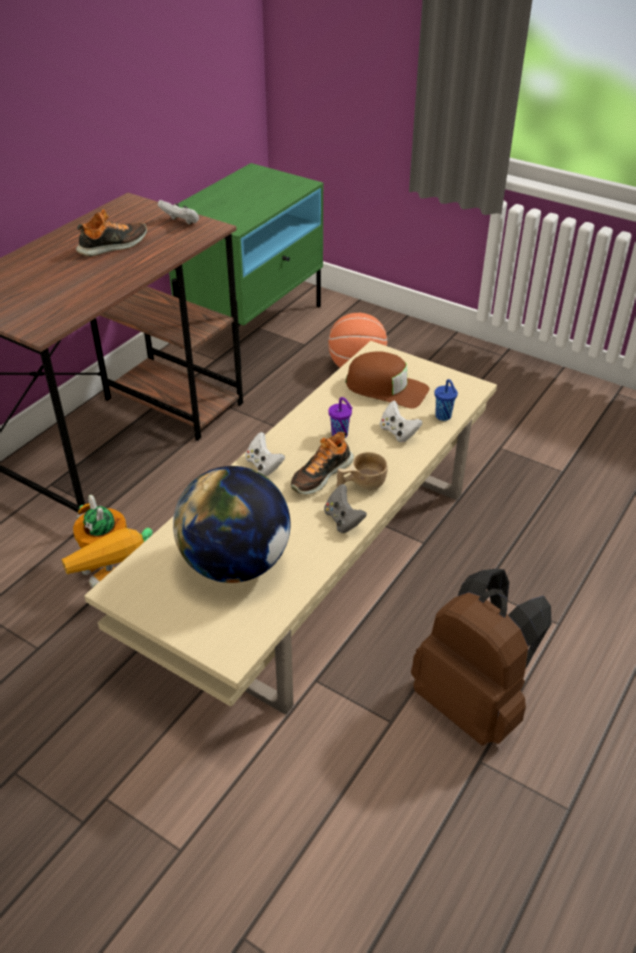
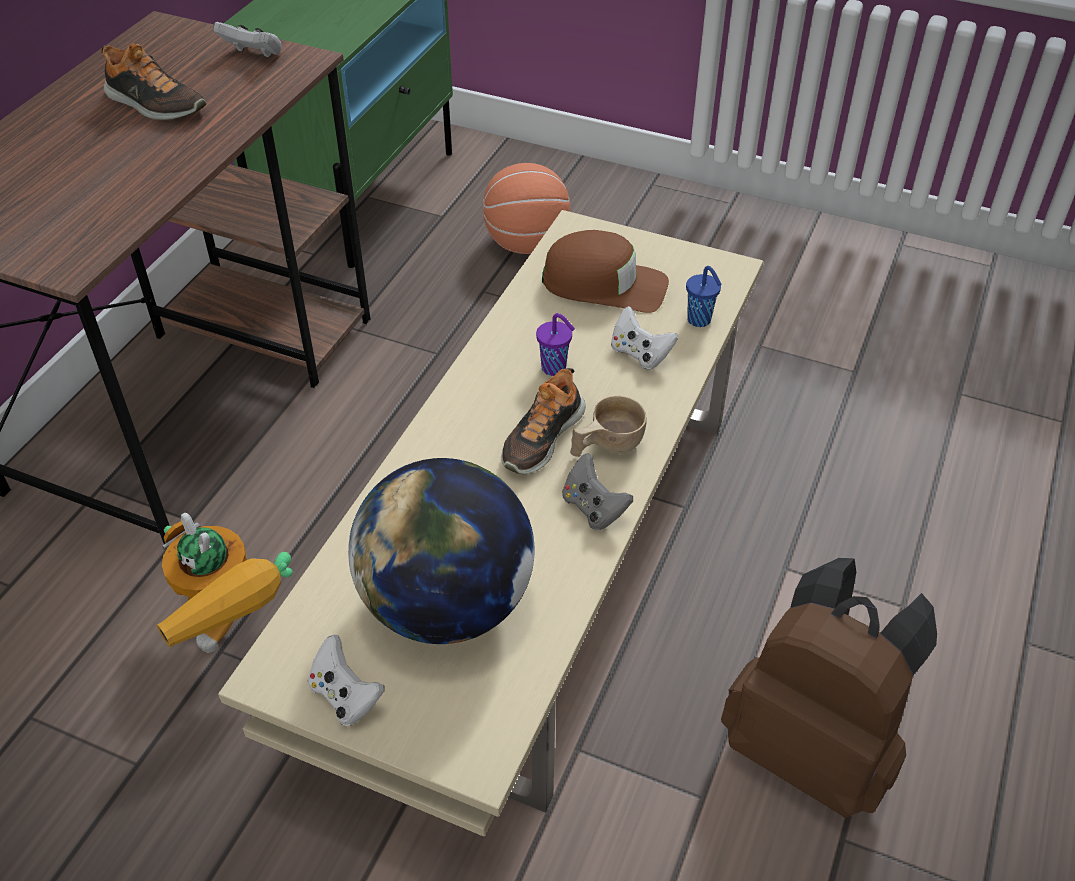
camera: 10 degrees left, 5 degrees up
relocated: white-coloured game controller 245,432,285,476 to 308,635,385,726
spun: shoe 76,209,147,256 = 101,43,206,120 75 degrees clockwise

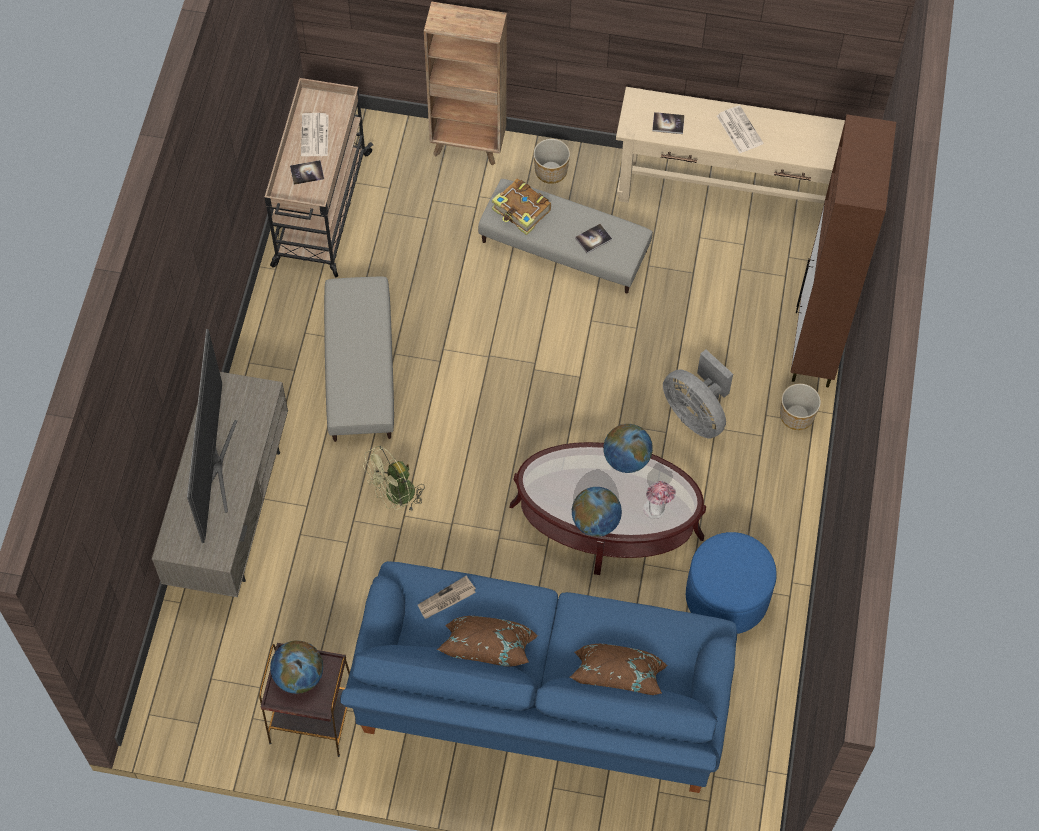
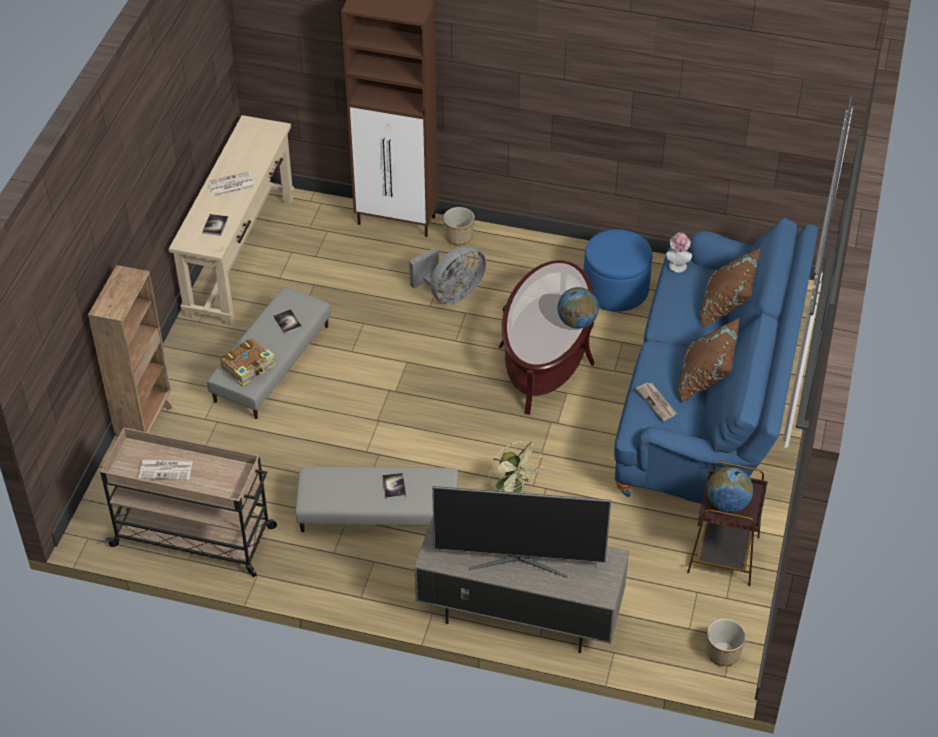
camera: 85 degrees left, 15 degrees down
missing: globe 603,424,653,473
relocated: planter 533,139,570,184 to 706,619,746,666; book 290,160,324,185 to 382,473,406,499; wearable hat 643,481,676,519 to 666,232,692,273

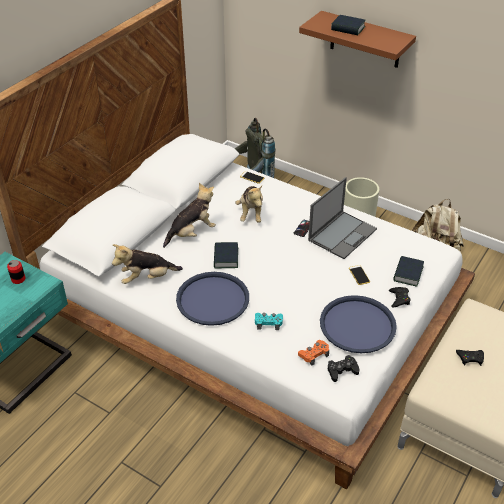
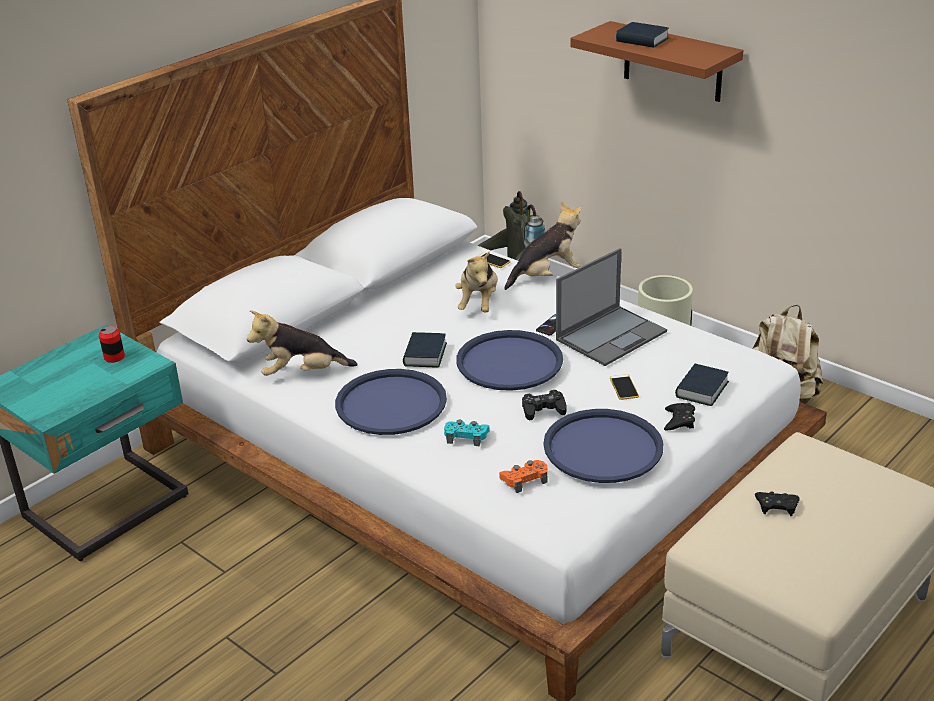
camera: 10 degrees right, 10 degrees down
appeared: bluish carrying tray 456,330,563,391
relocated: cuddly toy 163,183,216,248 to 504,201,582,290; black game controller 328,355,359,382 to 522,390,566,421

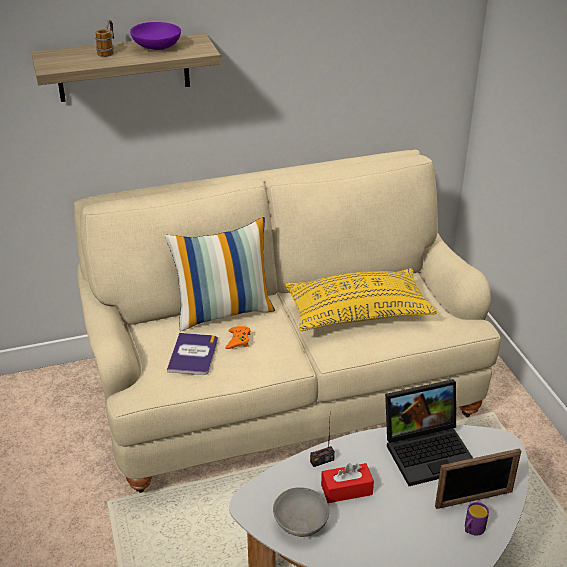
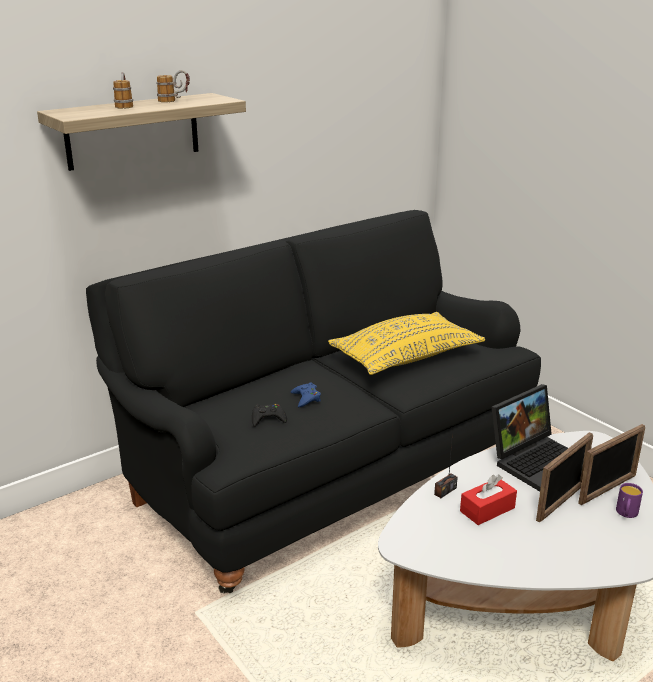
camera: 20 degrees left, 10 degrees down
missing: throw pillow 165,217,275,331; gray deep dish 273,487,329,537
appeared: photo frame 536,432,593,523
exchanged: purple-coloured deep dish 130,22,181,50 to coffee mug 156,70,190,102; book 167,333,218,375 to black game controller 252,403,287,427
colour: beige couch 74,150,501,493 to black couch 86,210,541,593; orange game controller 225,326,251,349 to bluish game controller 291,382,321,407

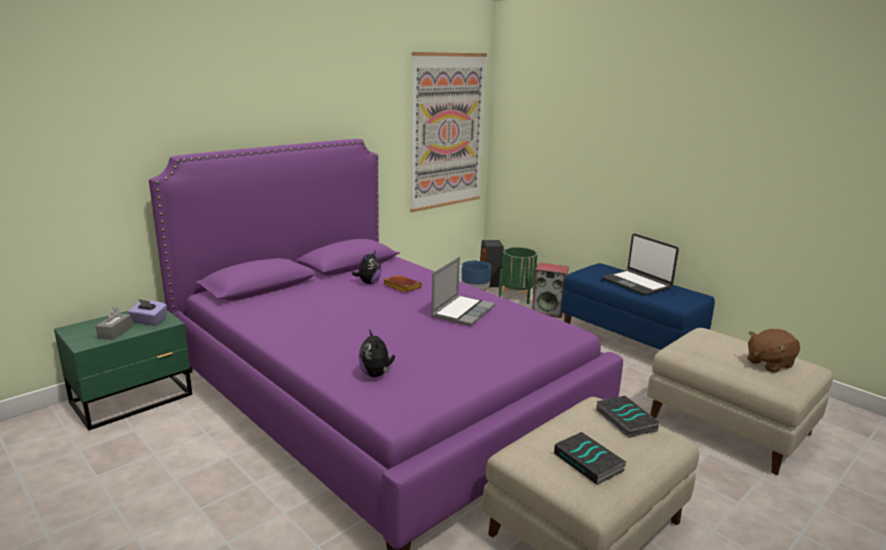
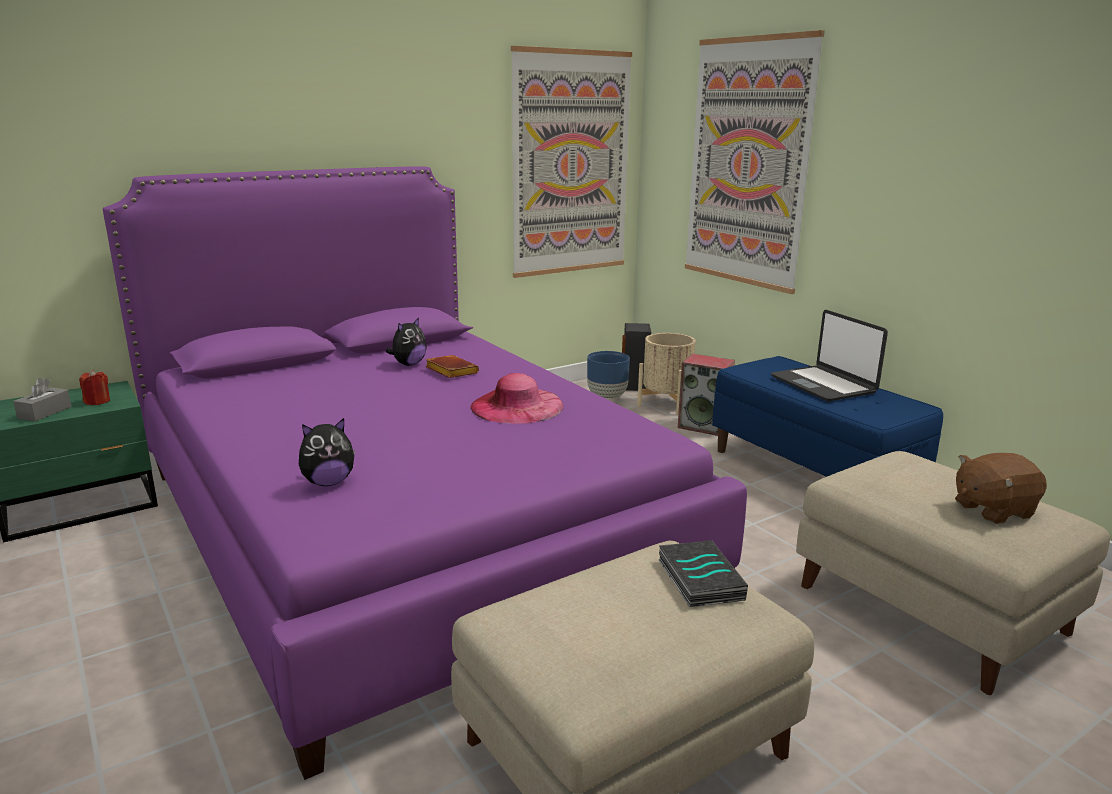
camera: 10 degrees right, 0 degrees up
missing: book 554,432,626,485
appeared: wall picture 685,30,825,294
exchanged: portable computer 431,257,495,326 to pink-coloured wearable hat 471,373,564,424; purple-coloured tissue holder 128,299,167,326 to reddish wax light 79,370,110,405
colour: green planter 499,247,538,304 to beige planter 637,333,696,415
spun: cuddly toy 359,329,395,377 = 299,418,355,486 105 degrees counterclockwise

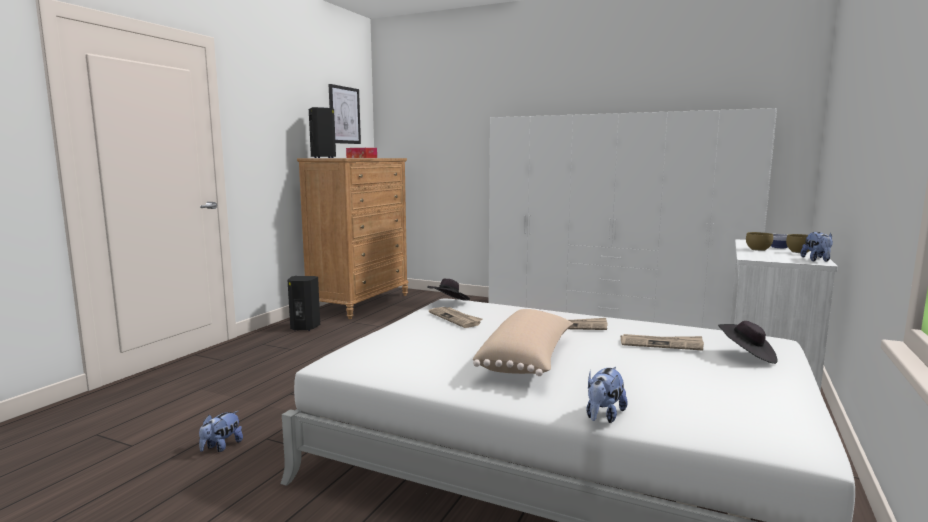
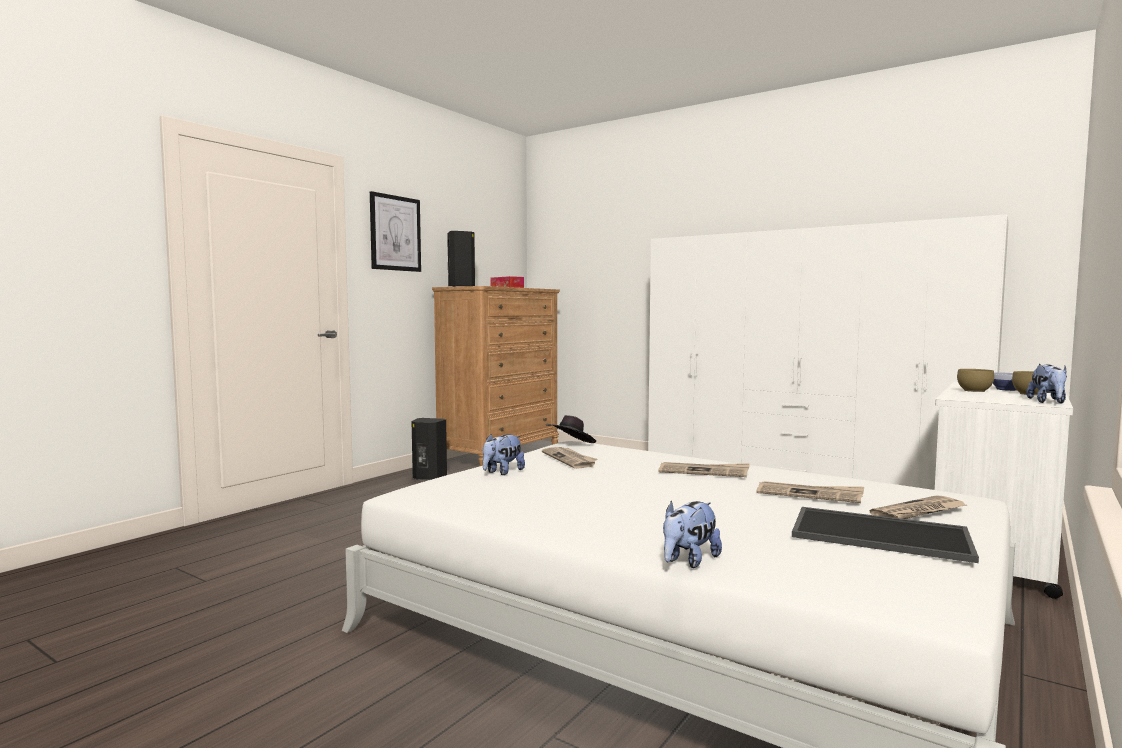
camera: 10 degrees right, 5 degrees down
missing: beige throw pillow 473,309,573,376
appeared: carrying tray 792,507,979,563
relocated: wall picture 329,84,361,144 to 370,191,421,272; cuddly toy 199,411,243,452 to 483,434,525,475
exchanged: black wearable hat 718,321,778,364 to newspaper 870,495,966,519

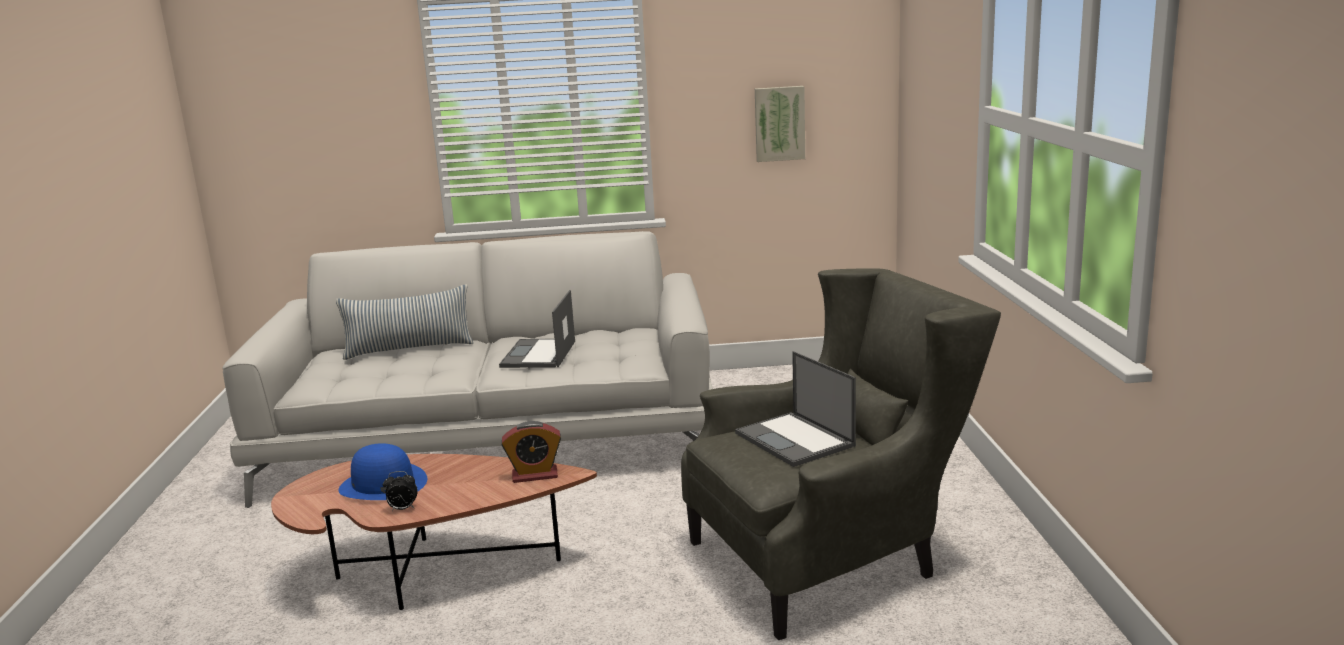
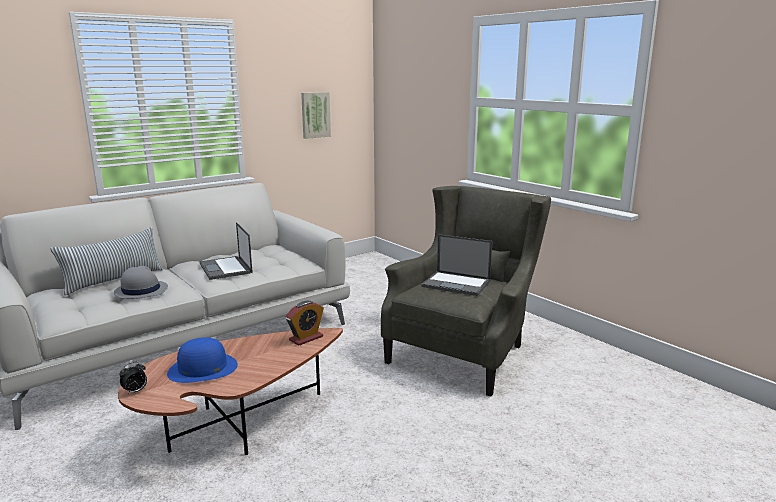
camera: 35 degrees left, 0 degrees up
appeared: gray wearable hat 114,266,168,299
relocated: bedside clock 383,471,418,511 to 119,362,147,394

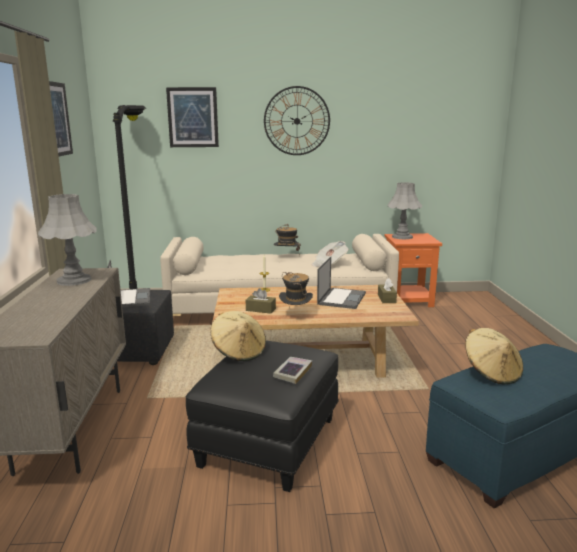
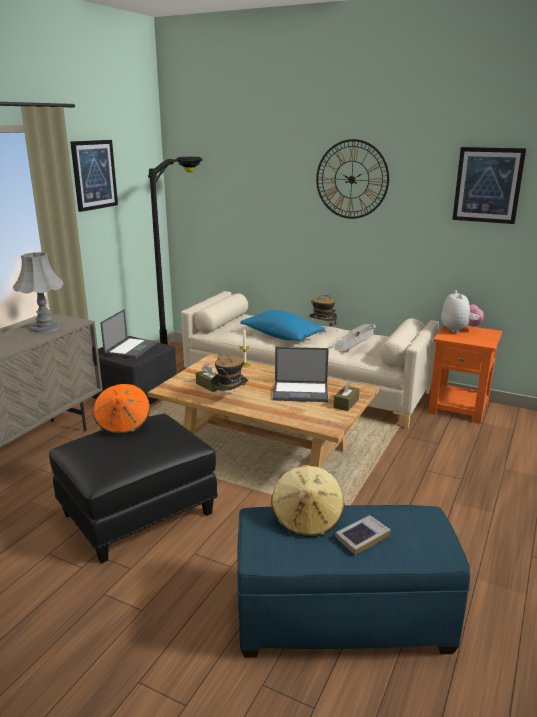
camera: 30 degrees right, 5 degrees up
appeared: bluish throw pillow 240,310,325,341
relocated: wall picture 166,87,219,147 to 452,147,526,224; book 273,357,312,384 to 335,515,391,555
exchanged: gray table lamp 388,182,422,239 to cuddly toy 441,290,484,333
colour: beige wearable hat 210,311,266,361 to orange wearable hat 93,384,150,435
spun: portable computer 317,256,366,309 = 273,347,329,402 45 degrees clockwise

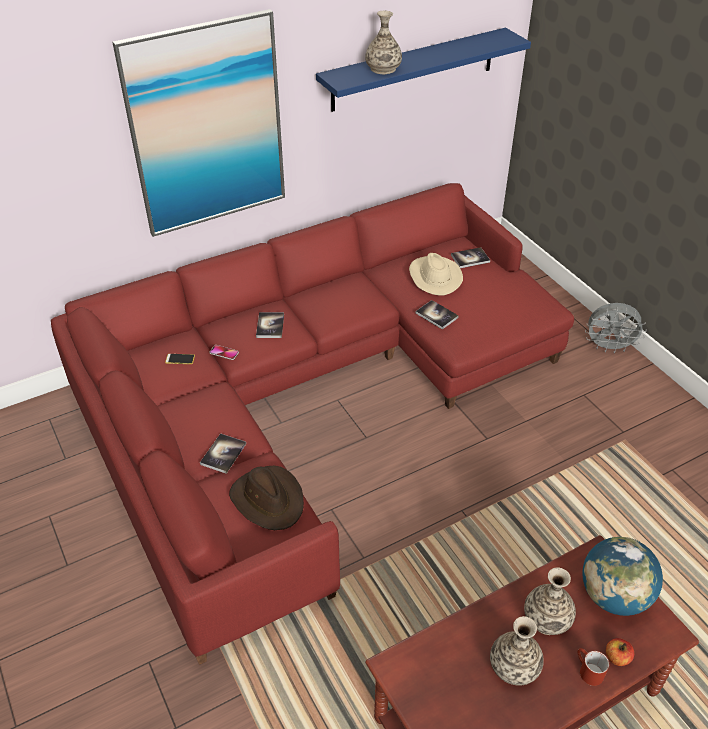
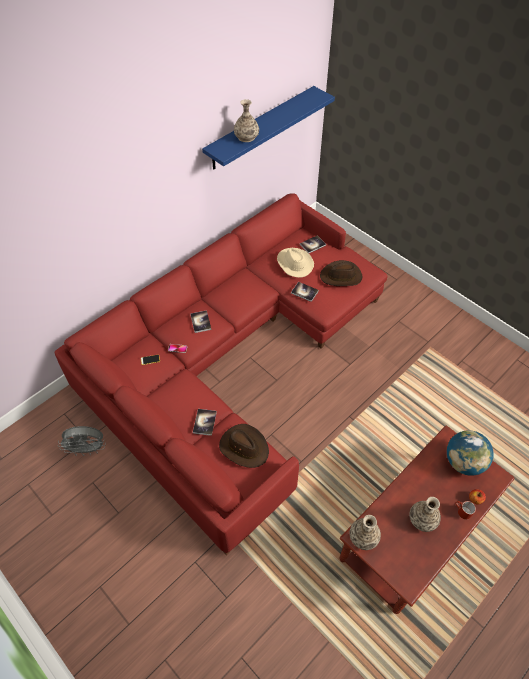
camera: 15 degrees left, 10 degrees up
missing: wall picture 112,9,285,237
appeared: brown wearable hat 320,260,362,286
relocated: gray cooling fan 585,303,647,353 to 58,426,106,456; decorative vase 524,567,576,635 to 349,515,381,550

